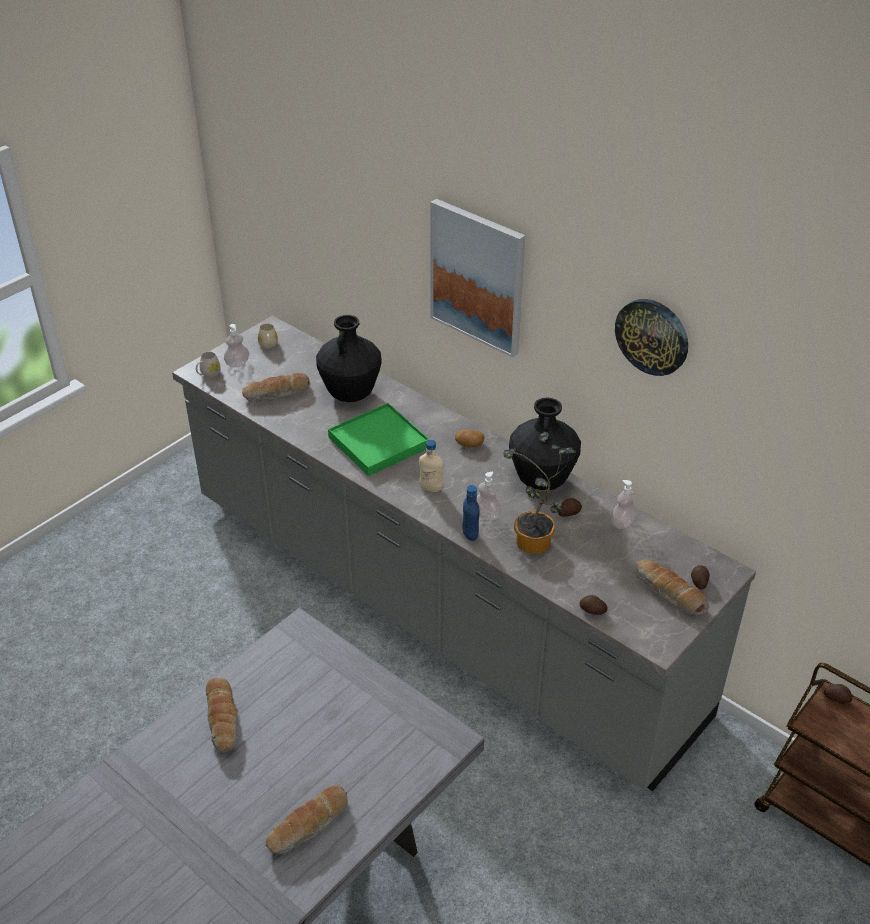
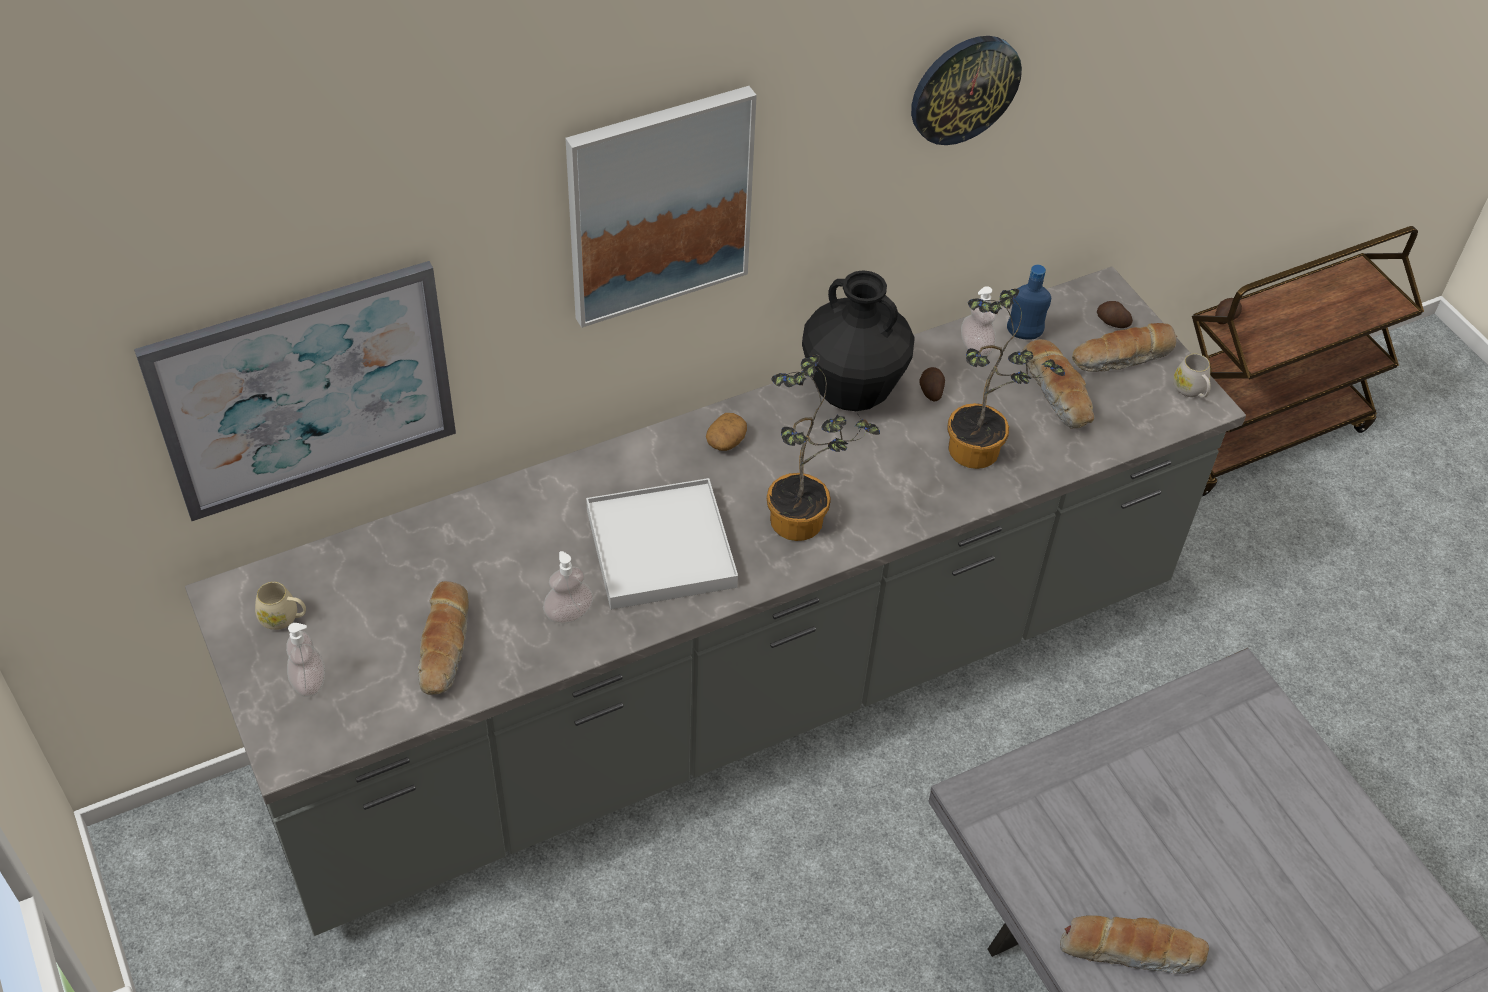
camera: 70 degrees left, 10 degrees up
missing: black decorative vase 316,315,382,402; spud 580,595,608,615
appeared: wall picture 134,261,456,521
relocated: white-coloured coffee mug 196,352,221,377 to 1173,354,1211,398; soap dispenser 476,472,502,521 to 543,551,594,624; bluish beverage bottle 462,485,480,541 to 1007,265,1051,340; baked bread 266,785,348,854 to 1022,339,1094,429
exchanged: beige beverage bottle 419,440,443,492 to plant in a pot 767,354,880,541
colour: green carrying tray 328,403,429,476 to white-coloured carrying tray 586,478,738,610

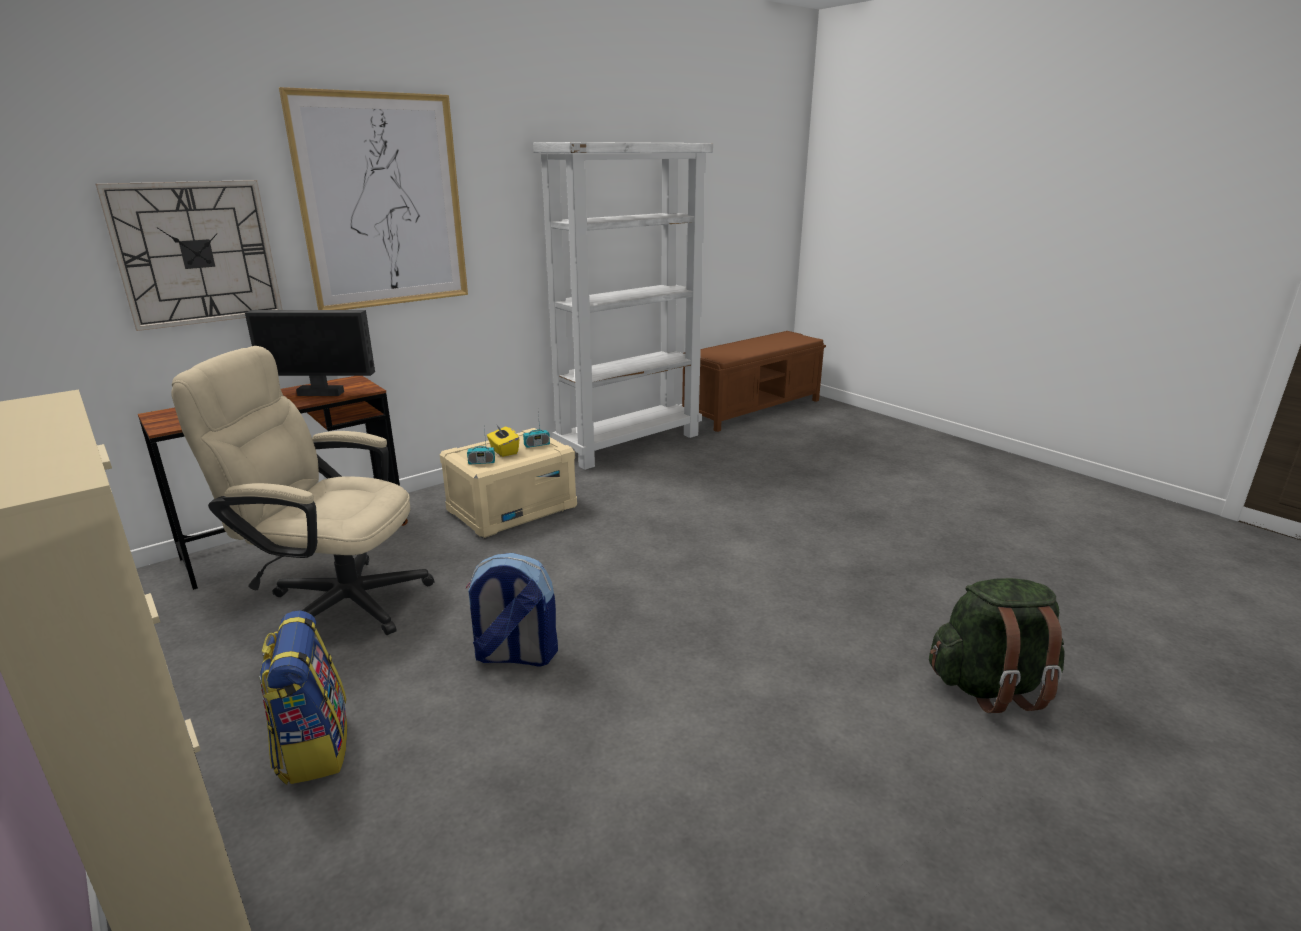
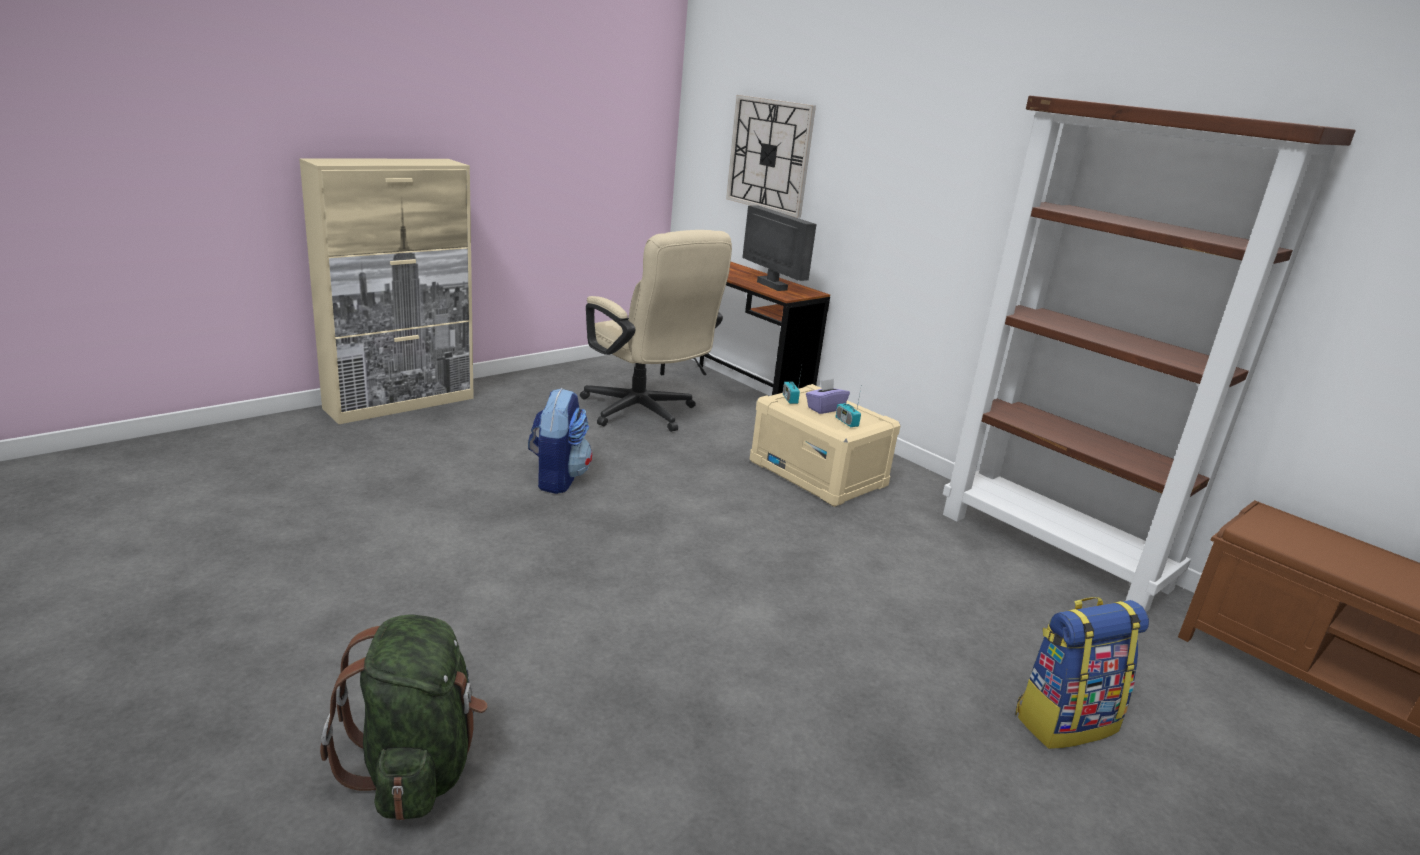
camera: 85 degrees right, 0 degrees up
missing: wall picture 279,87,468,310
relocated: backpack 259,610,347,785 to 1015,597,1149,749
colour: white-coloured bookshelf 533,142,713,470 to brown bookshelf 943,96,1356,612; yellow tissue holder 487,424,519,457 to purple-coloured tissue holder 806,379,850,414
spun: monitor 245,310,375,396 = 742,205,816,291 150 degrees clockwise; beige computer chair 171,346,435,635 = 580,230,732,432 135 degrees clockwise

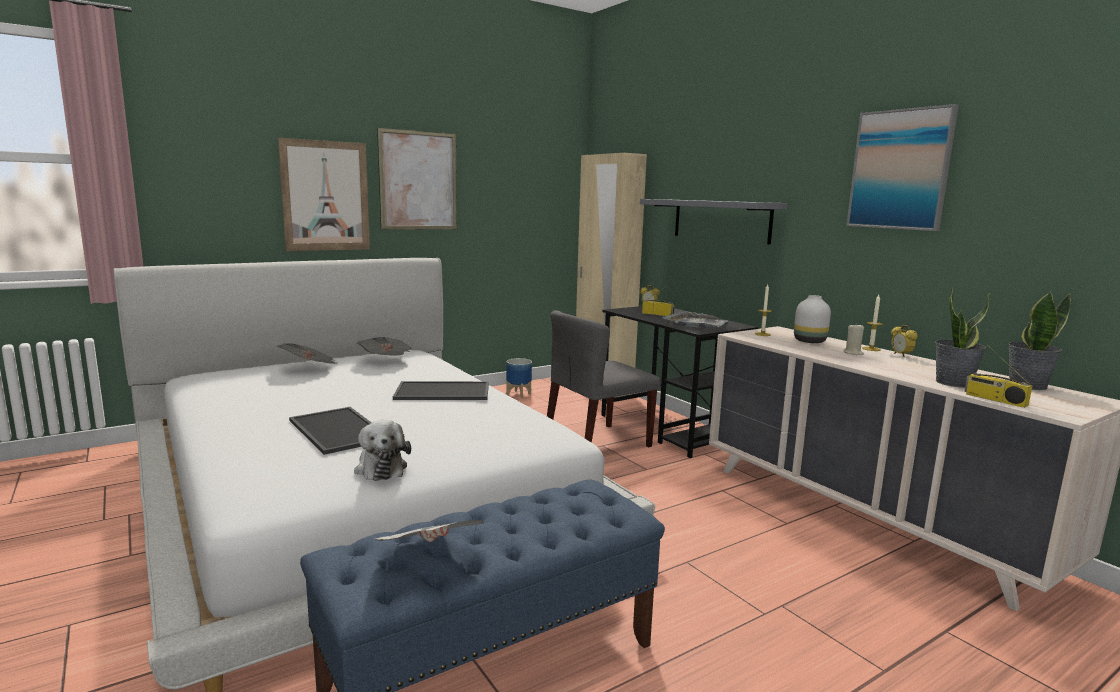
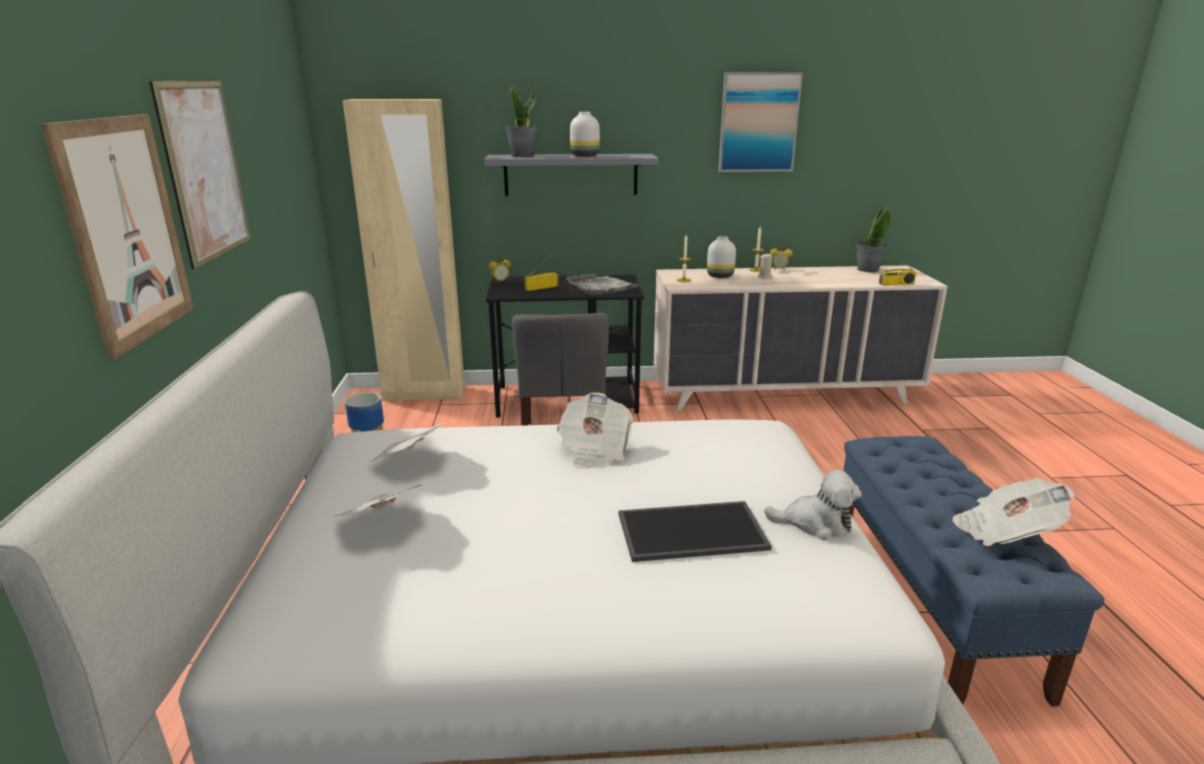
camera: 60 degrees left, 10 degrees up
appeared: white-coloured decorative vase 570,112,600,157
relocated: plant in a pot 935,286,990,388 to 505,82,537,157
exchanged: carrying tray 393,381,489,400 to newspaper 557,392,634,469

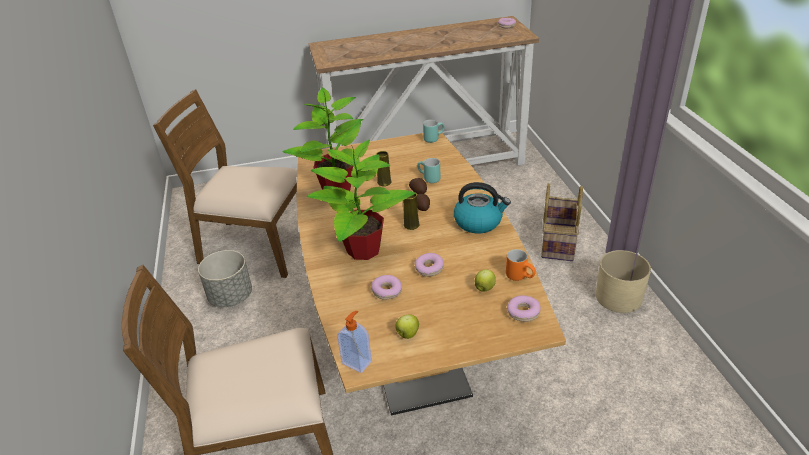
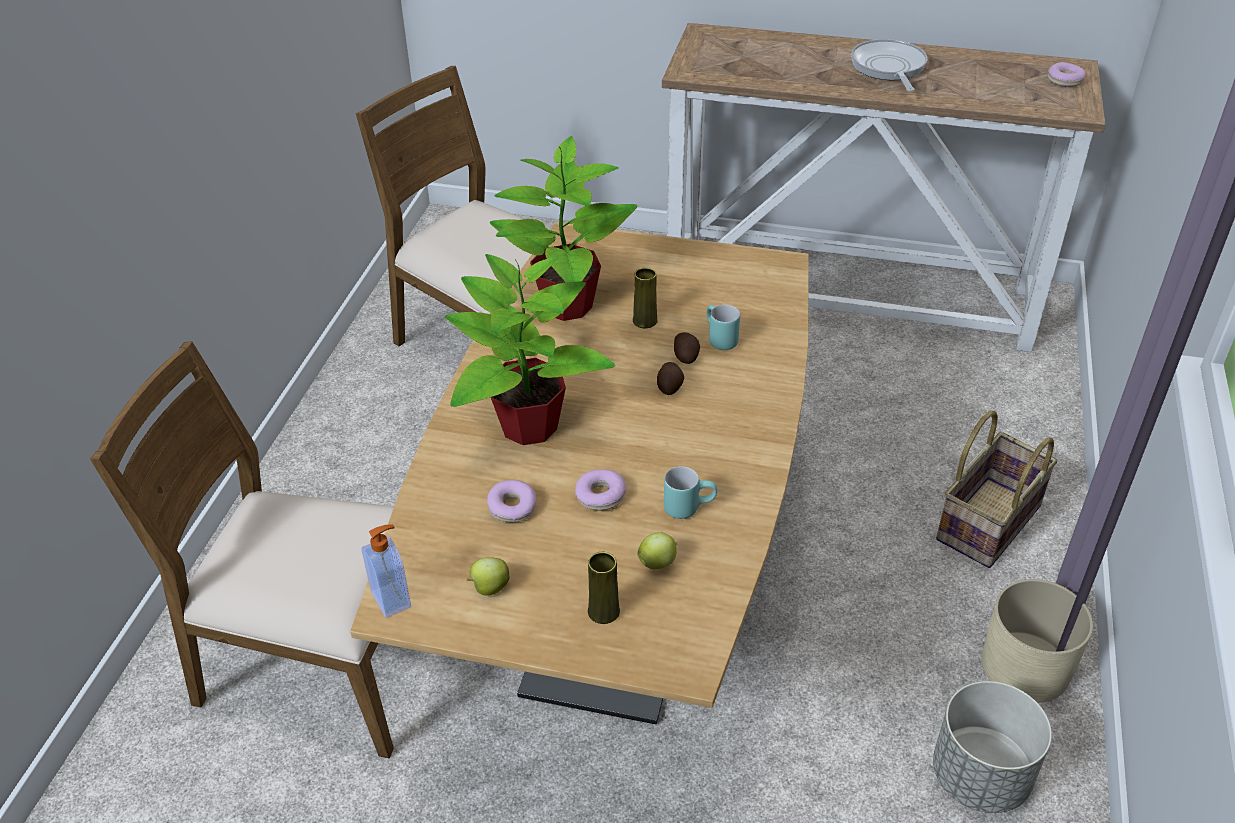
camera: 25 degrees right, 5 degrees up
missing: kettle 454,182,511,234; orange coffee mug 506,249,536,281; donut 507,295,541,322
appeared: skillet 851,39,927,92
relocated: turquoise-coloured coffee mug 423,120,444,143 to 664,466,717,519; yellow decorative vase 403,191,419,230 to 588,552,620,624; gray planter 198,250,252,307 to 933,681,1052,813

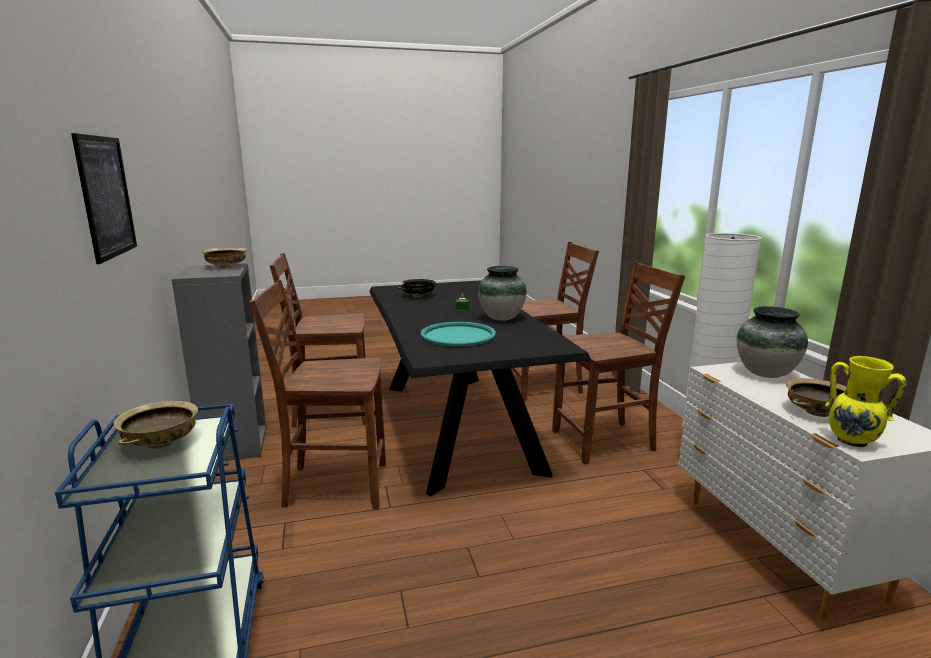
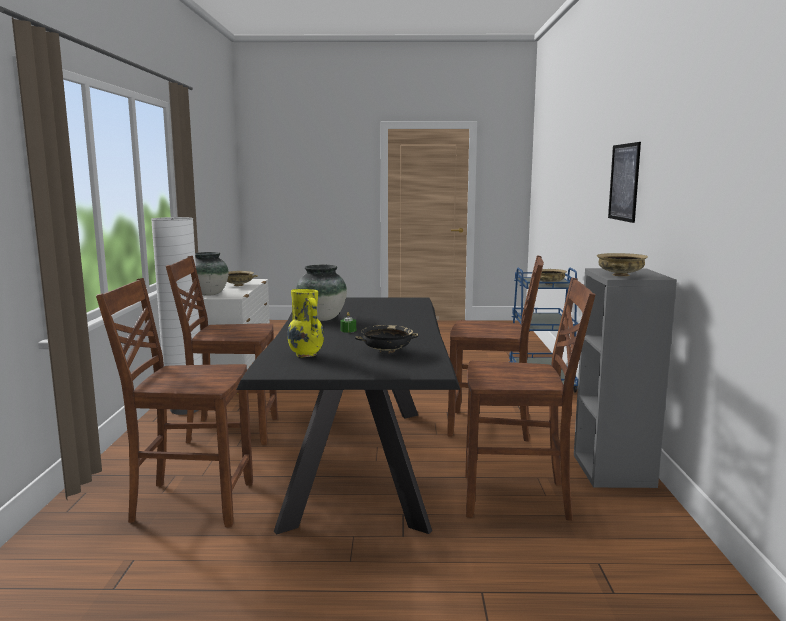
camera: 165 degrees left, 5 degrees down
missing: turquoise-coloured carrying tray 421,322,496,346
relocated: yellow decorative vase 825,356,906,447 to 287,289,324,357

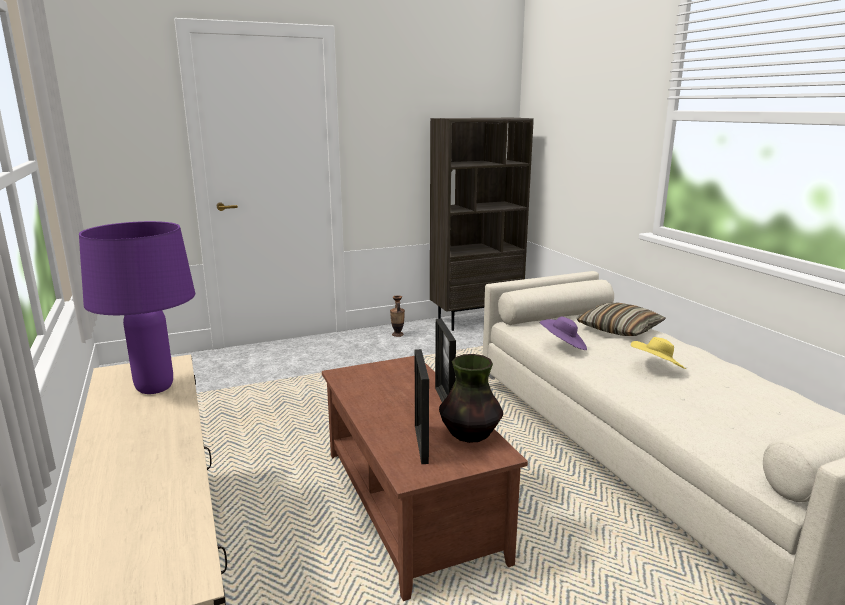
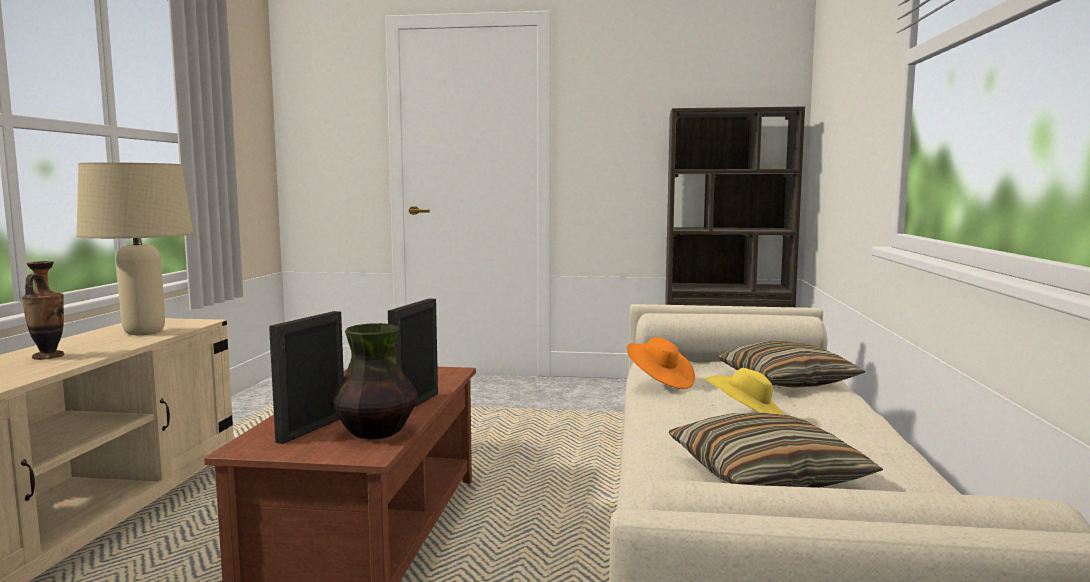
camera: 30 degrees right, 10 degrees down
appeared: throw pillow 669,412,883,488
relocated: decorative vase 390,295,405,337 to 22,261,64,360
colour: purple-coloured table lamp 79,221,195,394 to beige table lamp 77,162,193,335; purple-coloured wearable hat 539,317,587,350 to orange wearable hat 627,337,695,389

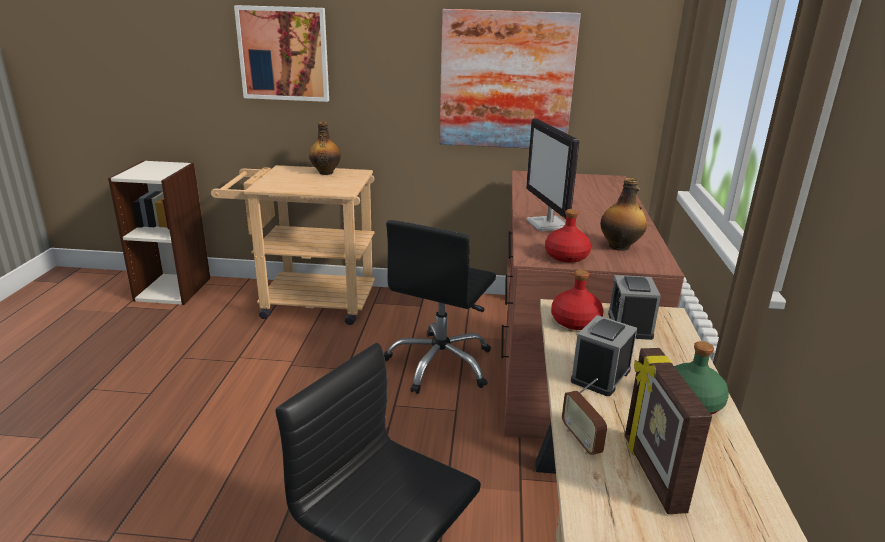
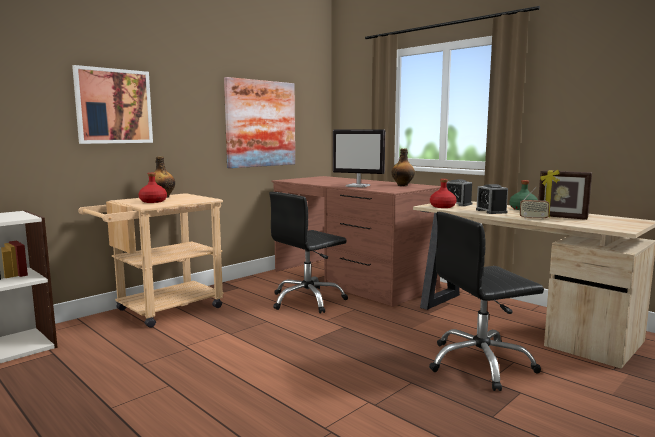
camera: 50 degrees left, 15 degrees down
relocated: reddish beverage bottle 545,209,591,263 to 139,173,167,203
spun: black computer chair 384,220,496,394 = 269,192,348,313 75 degrees clockwise

